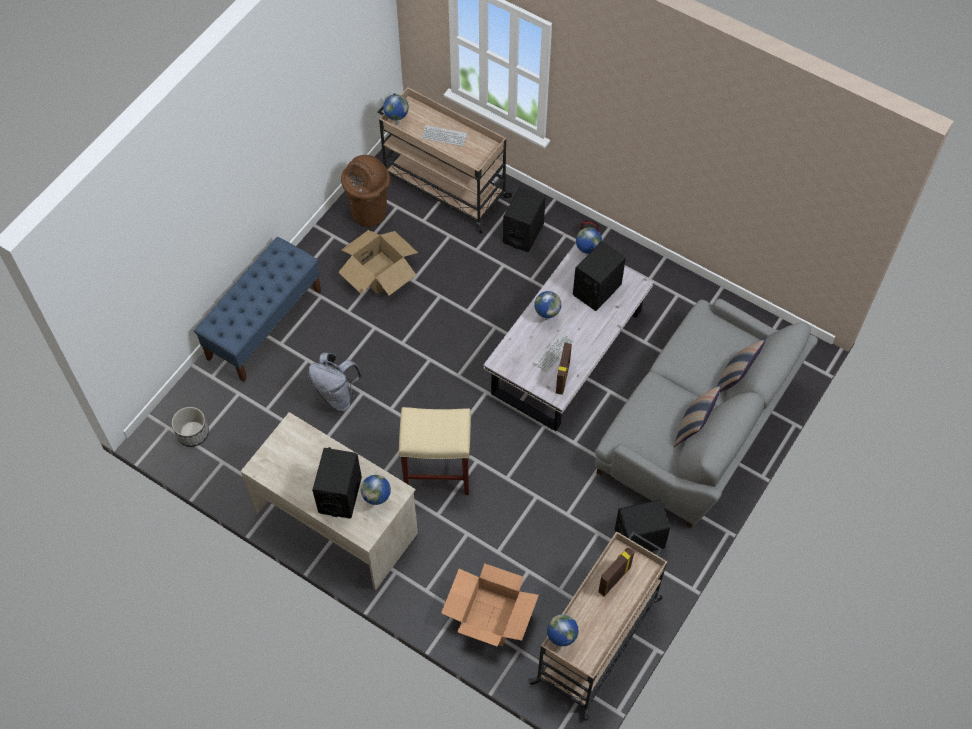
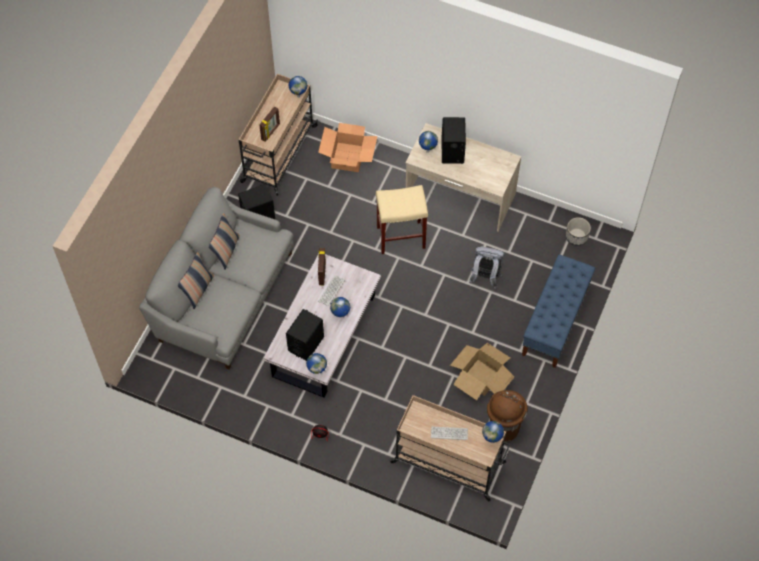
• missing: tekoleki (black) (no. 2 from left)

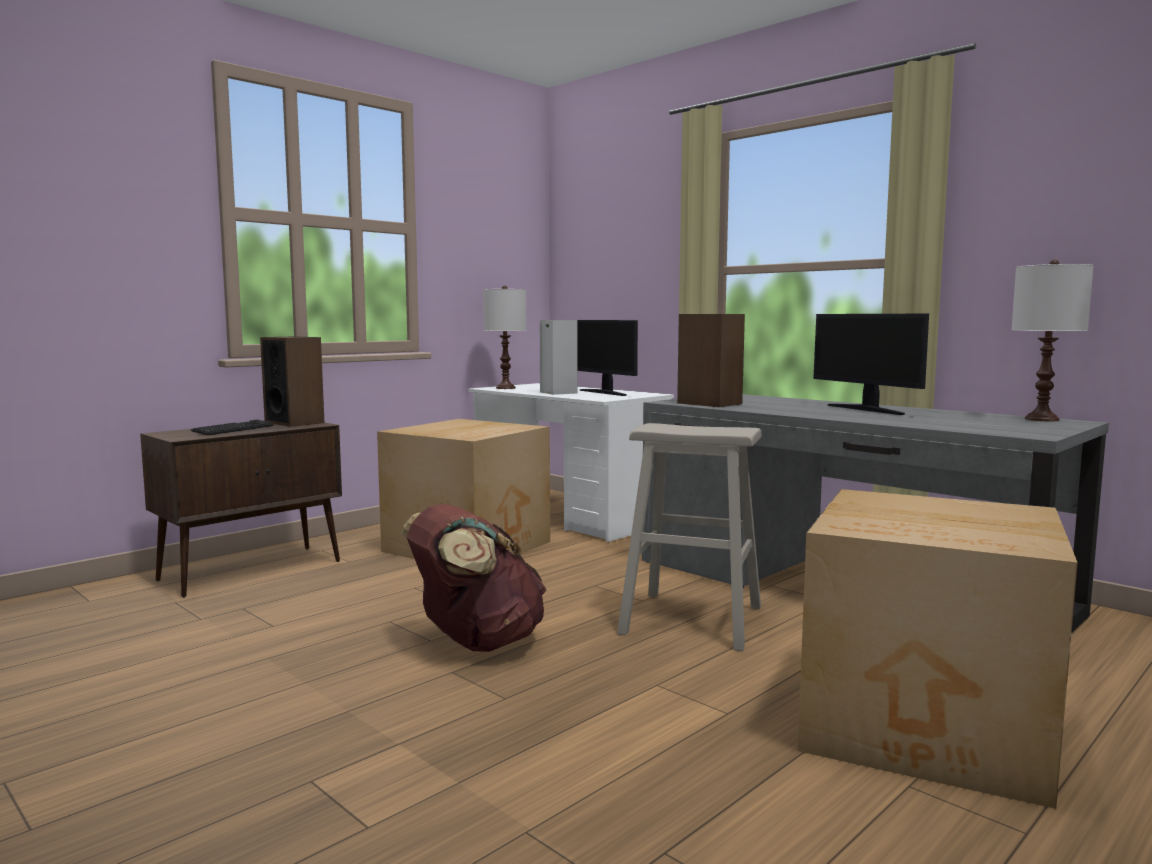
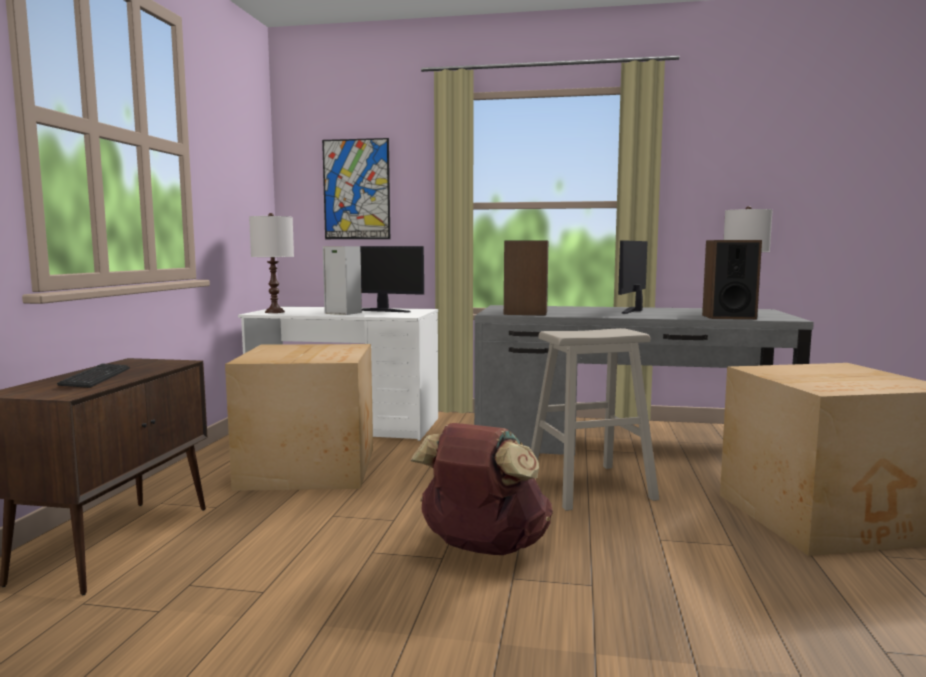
• relocated: tekoleki (no. 1 from left in the first image) to tekoleki (no. 3 from left)
• spun: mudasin (no. 2 from left) 90 degrees clockwise
• appeared: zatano

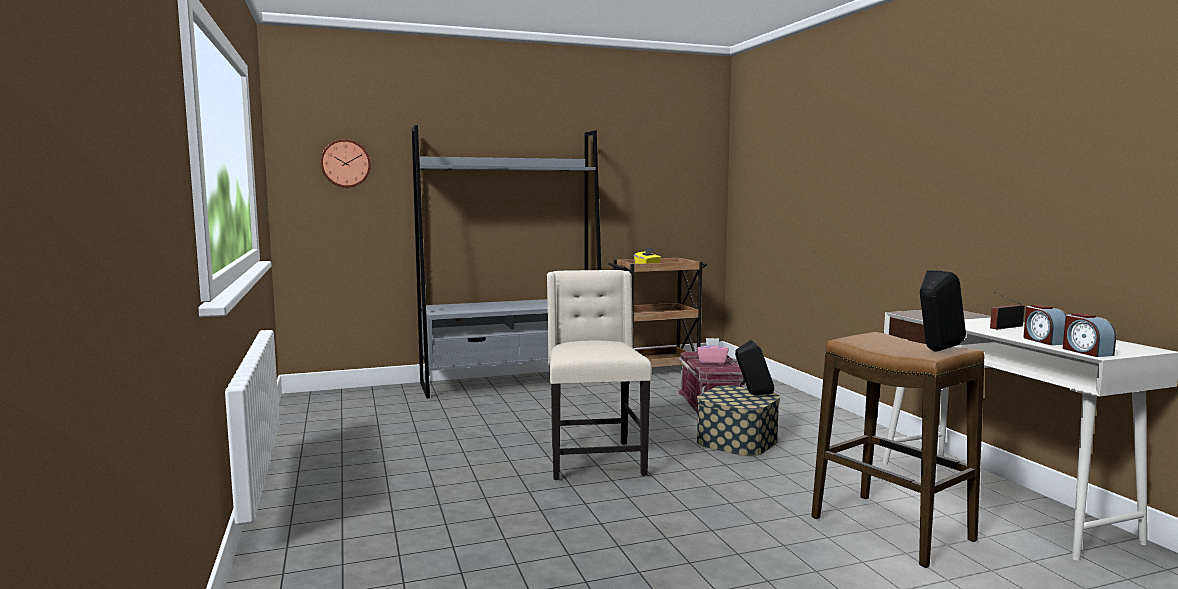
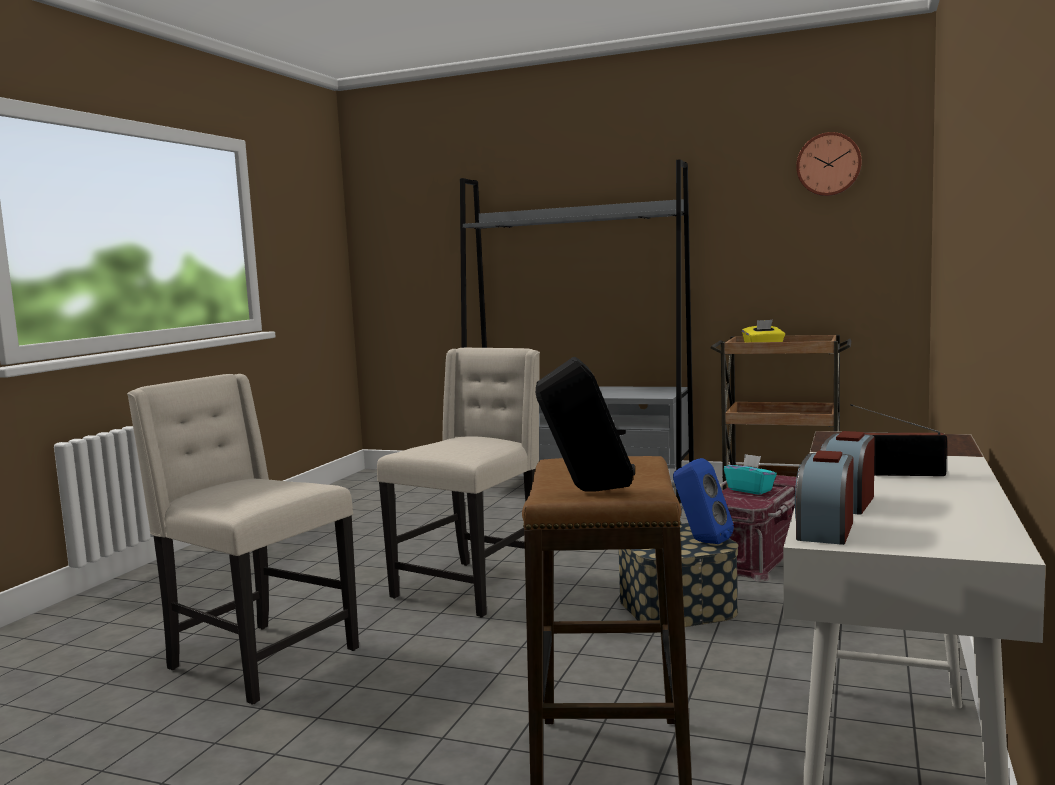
• relocated: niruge
• colour: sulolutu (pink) to sulolutu (turquoise)
• colour: tekoleki (black) (no. 1 from left) to tekoleki (blue)
• appeared: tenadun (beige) (no. 1 from left)

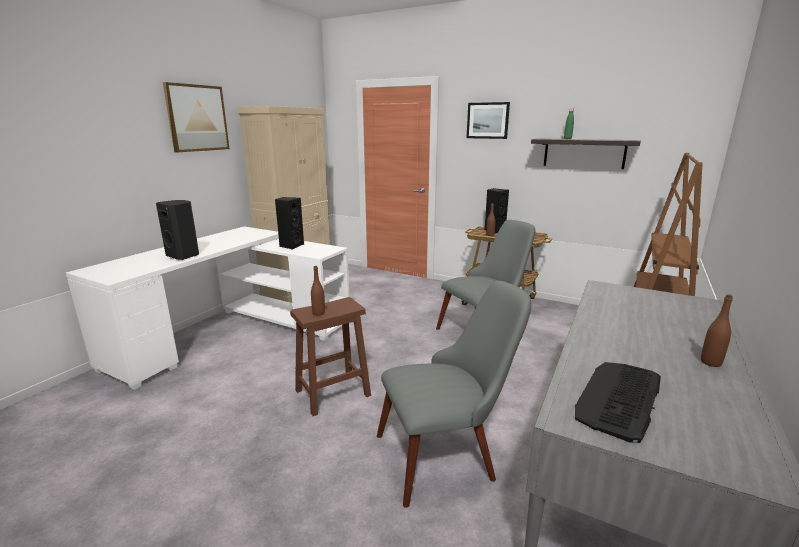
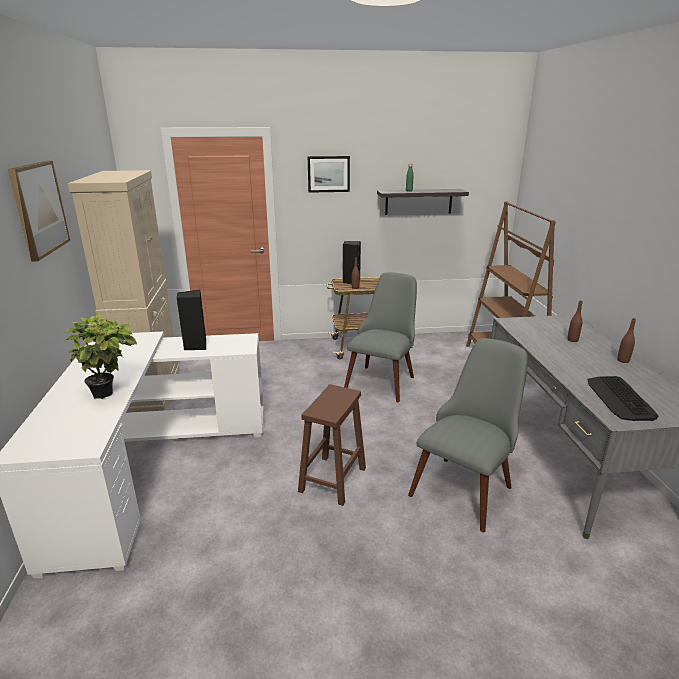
• exchanged: tekoleki (black) (no. 1 from left) to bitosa
• relocated: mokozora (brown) (no. 1 from left in the first image) to mokozora (brown) (no. 2 from left)

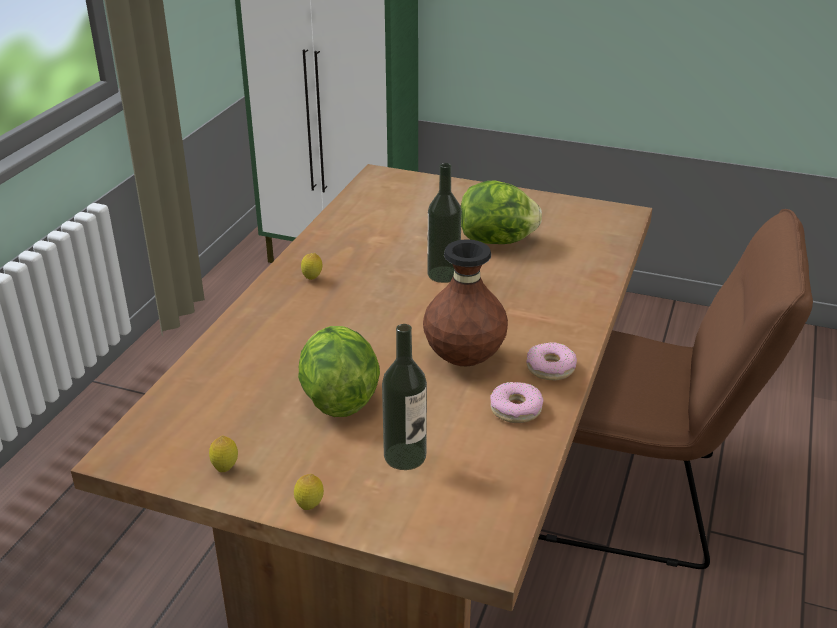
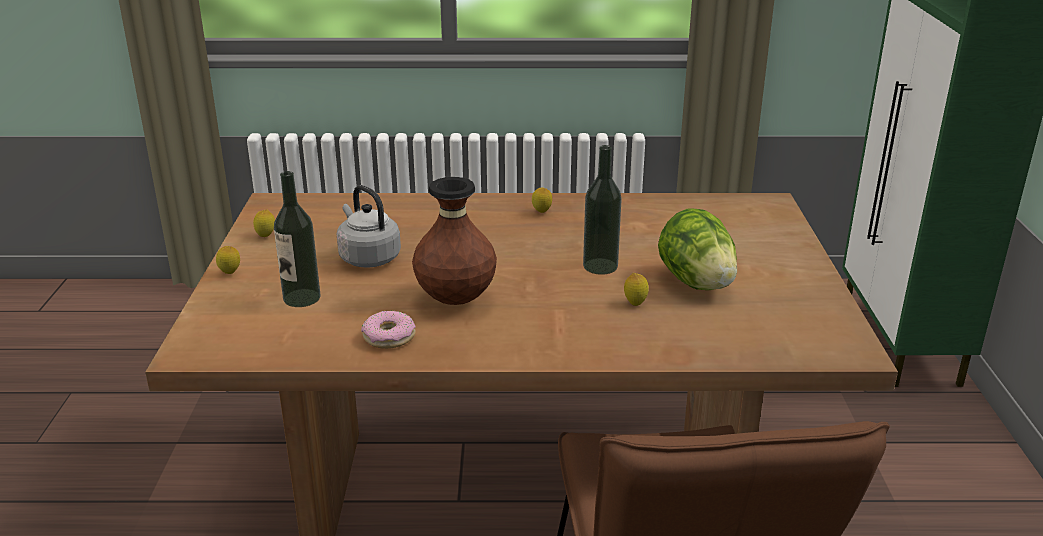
• exchanged: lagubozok (no. 1 from left) to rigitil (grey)
• missing: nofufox (no. 2 from left)
• appeared: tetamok (no. 4 from left)

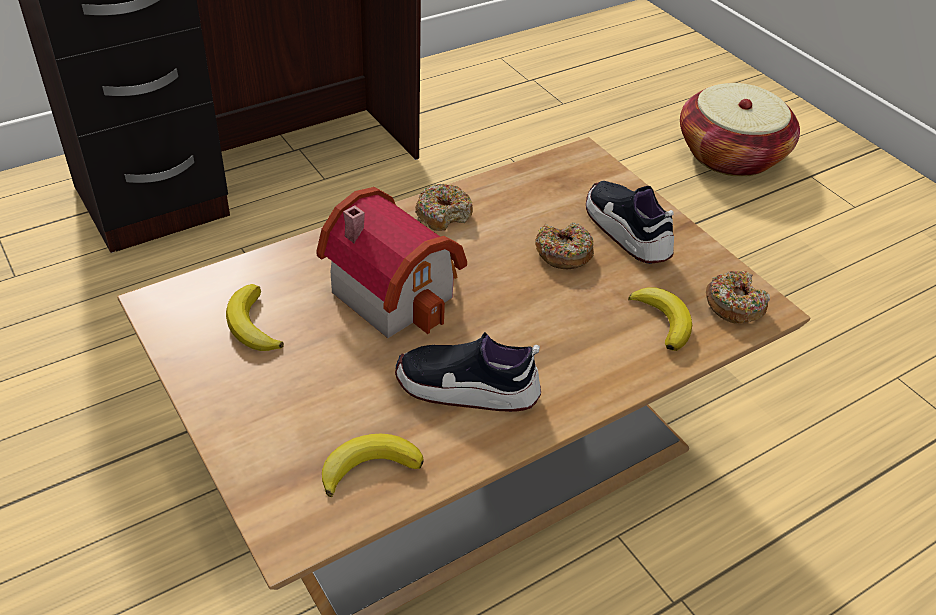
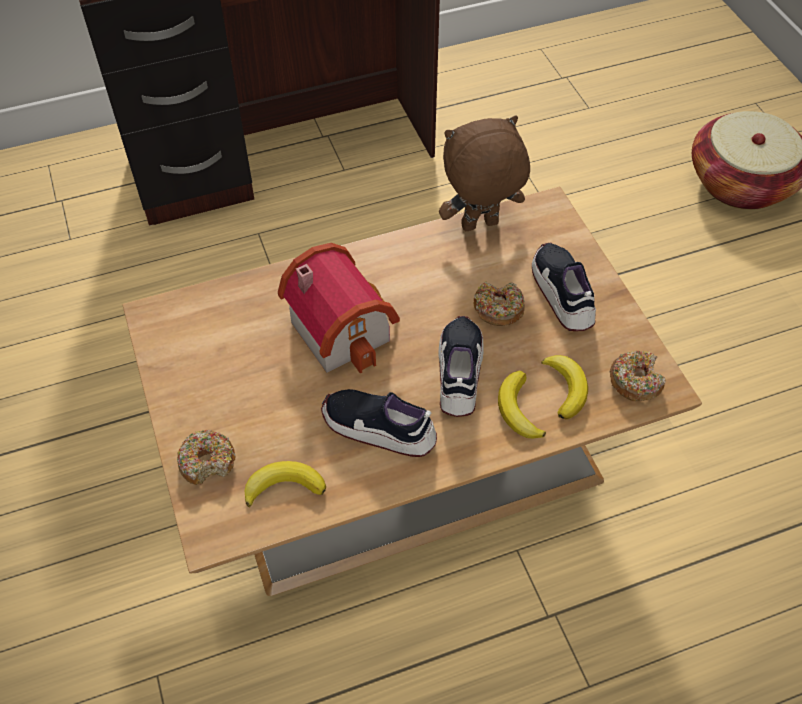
• relocated: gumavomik (no. 1 from left in the first image) to gumavomik (no. 2 from left)
• relocated: nofufox (no. 1 from left)
• appeared: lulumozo (no. 2 from left)
• appeared: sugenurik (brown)

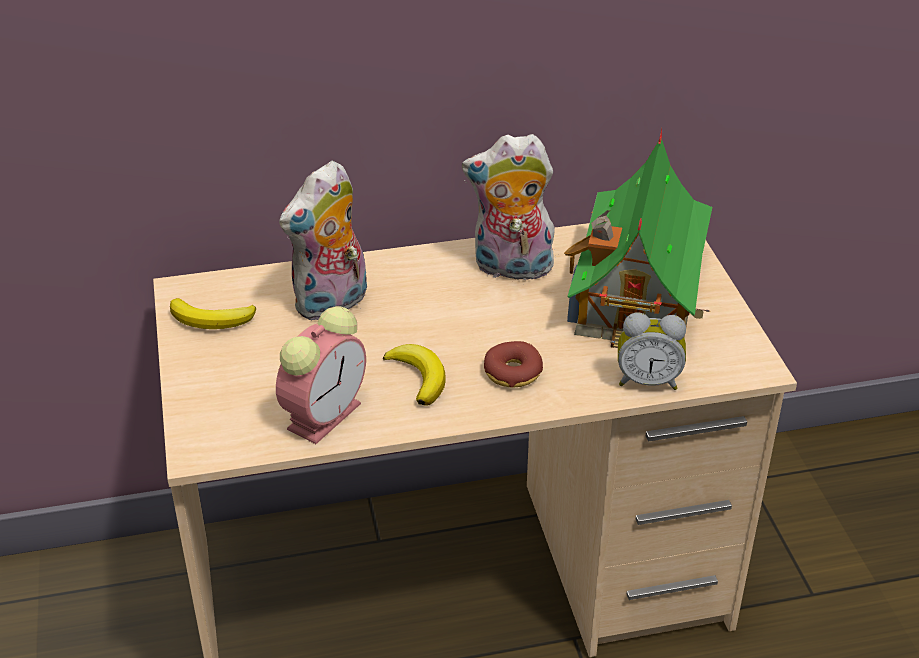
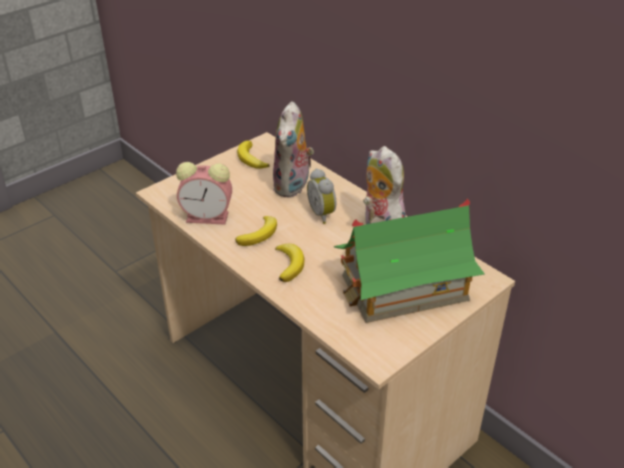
• spun: sugenurik (no. 1 from left) 90 degrees counterclockwise
• exchanged: nofufox to gumavomik (no. 3 from left)
• relocated: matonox (no. 2 from left)

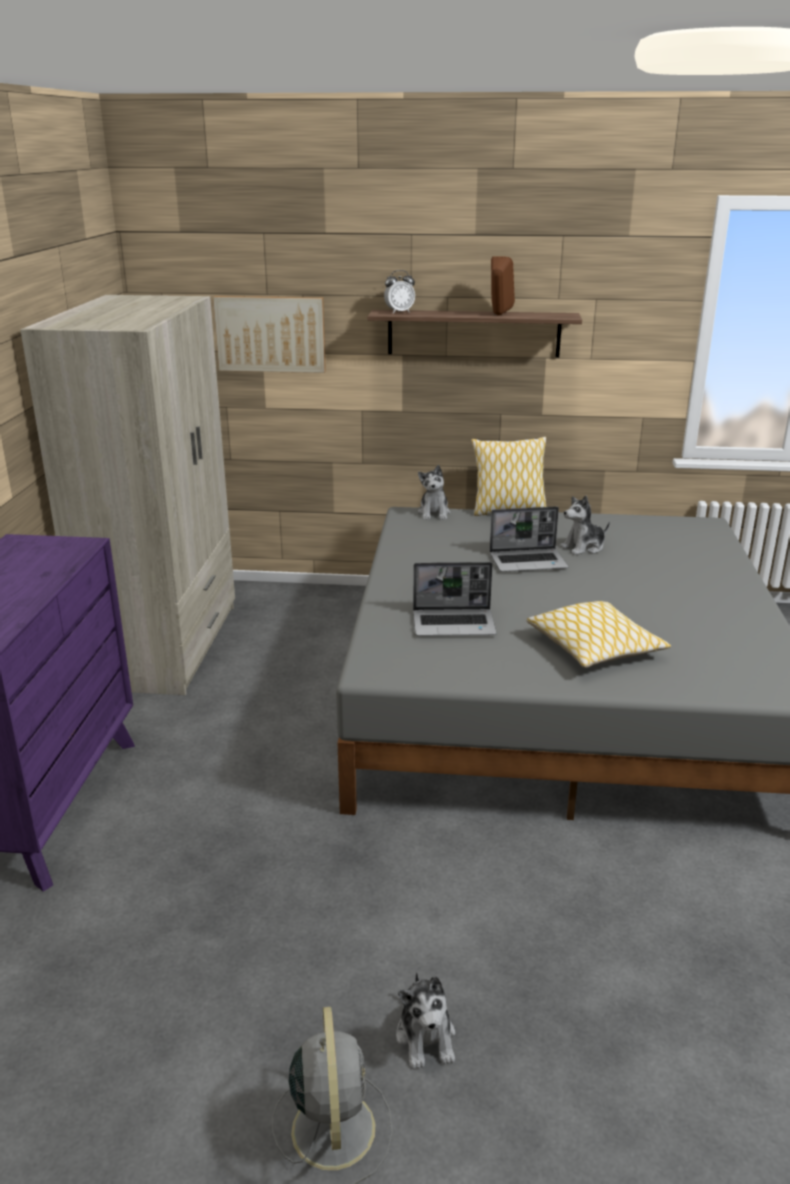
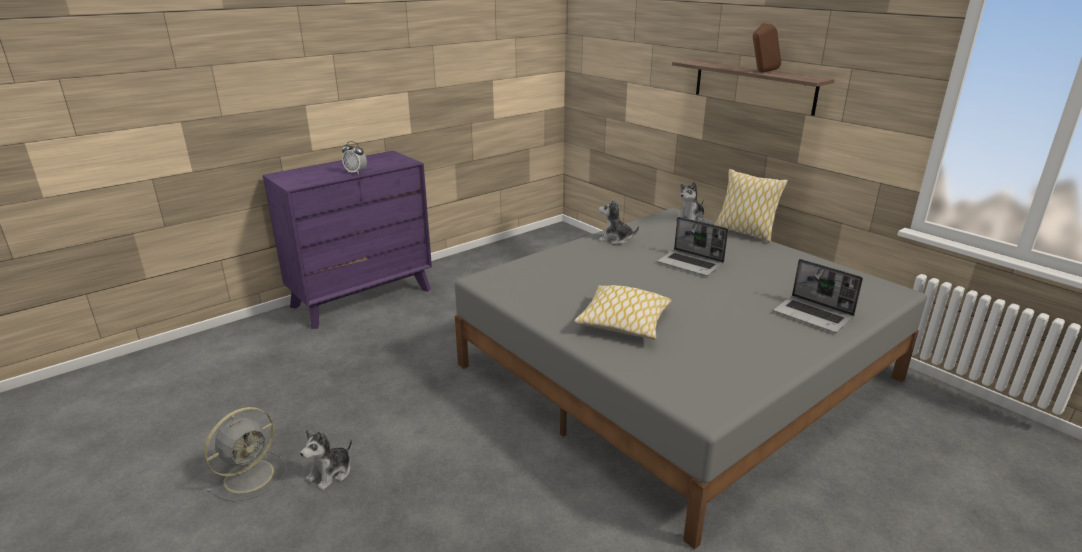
• missing: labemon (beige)
• missing: zatano
• relocated: matonox
• relocated: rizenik (no. 1 from left in the first image) to rizenik (no. 2 from left)
• relocated: sugenurik (no. 3 from left in the first image) to sugenurik (no. 2 from left)

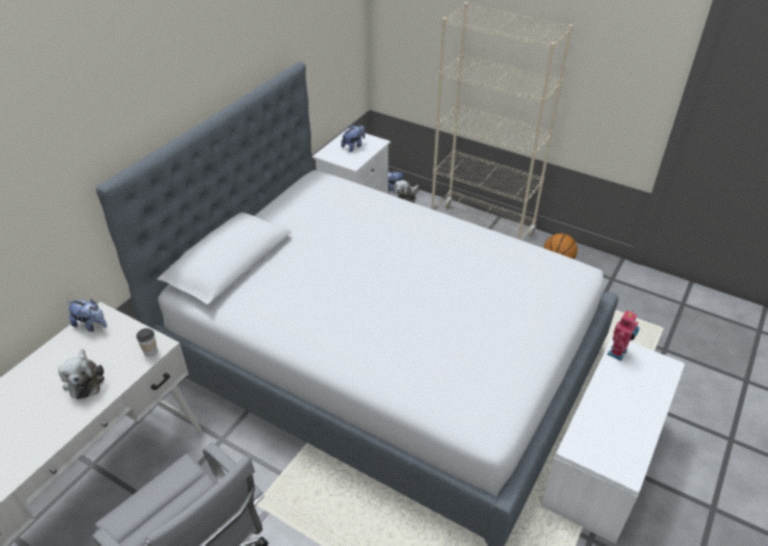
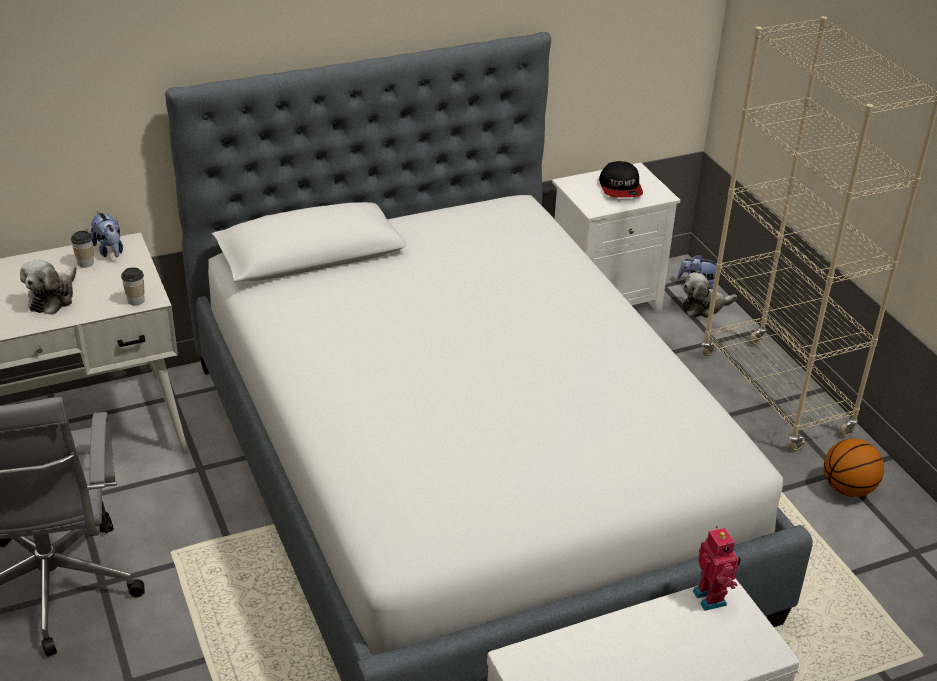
• exchanged: sugenurik (no. 3 from left) to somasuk
• spun: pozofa 90 degrees counterclockwise
• appeared: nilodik (no. 1 from left)

